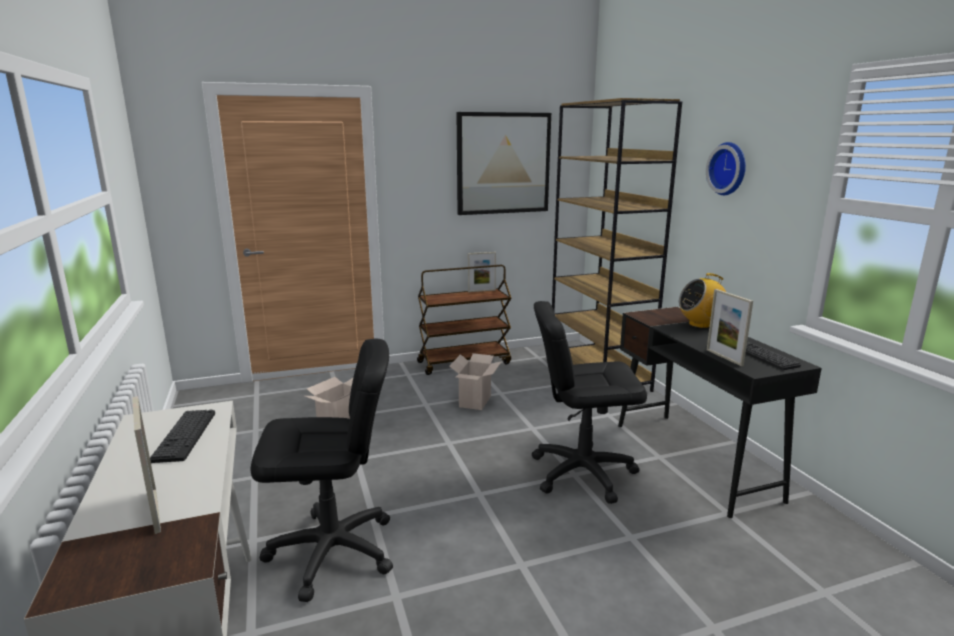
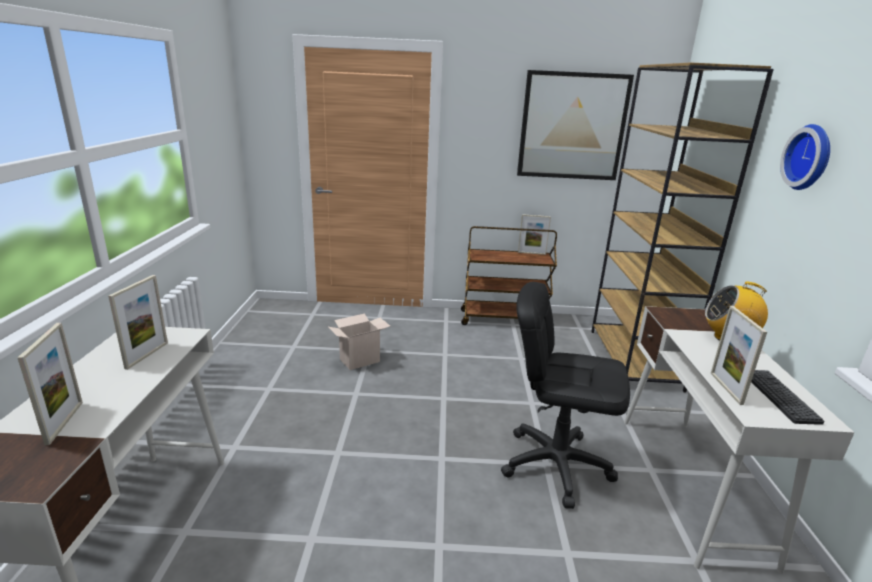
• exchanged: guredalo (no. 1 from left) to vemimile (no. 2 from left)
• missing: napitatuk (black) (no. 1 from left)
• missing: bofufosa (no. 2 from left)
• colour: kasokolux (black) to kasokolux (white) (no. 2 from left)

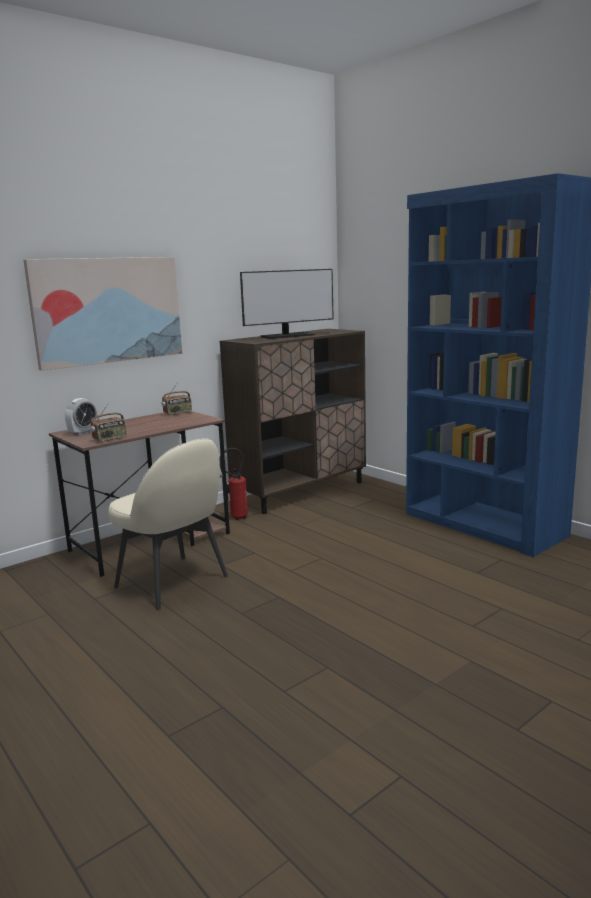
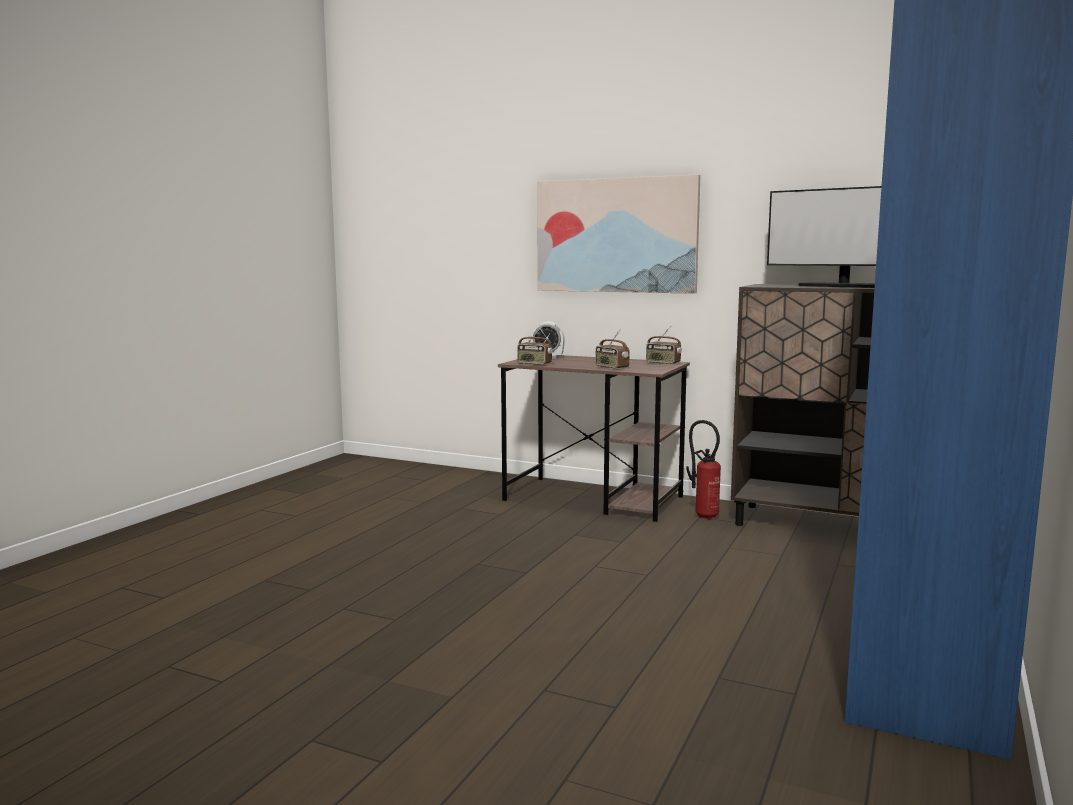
• missing: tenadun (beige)
• appeared: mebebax (no. 2 from left)

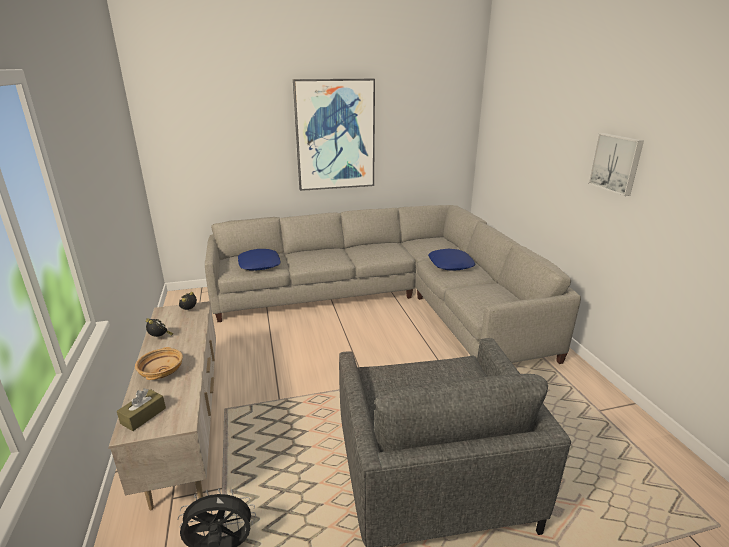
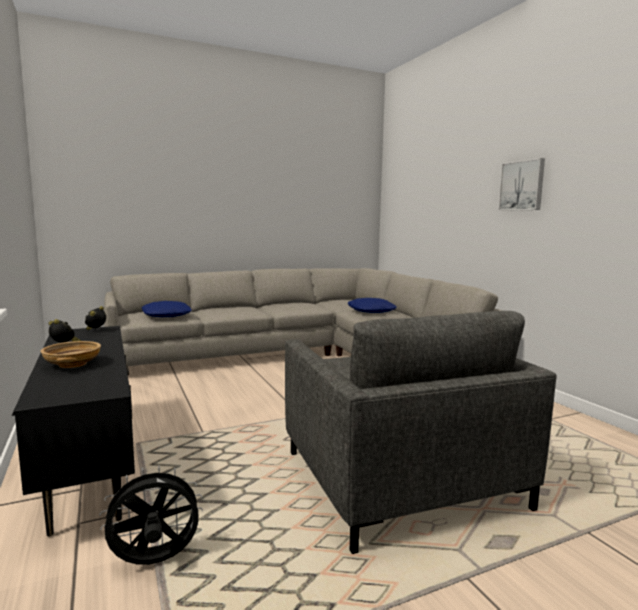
• colour: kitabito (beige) to kitabito (black)
• missing: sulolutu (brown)
• missing: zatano (no. 1 from left)

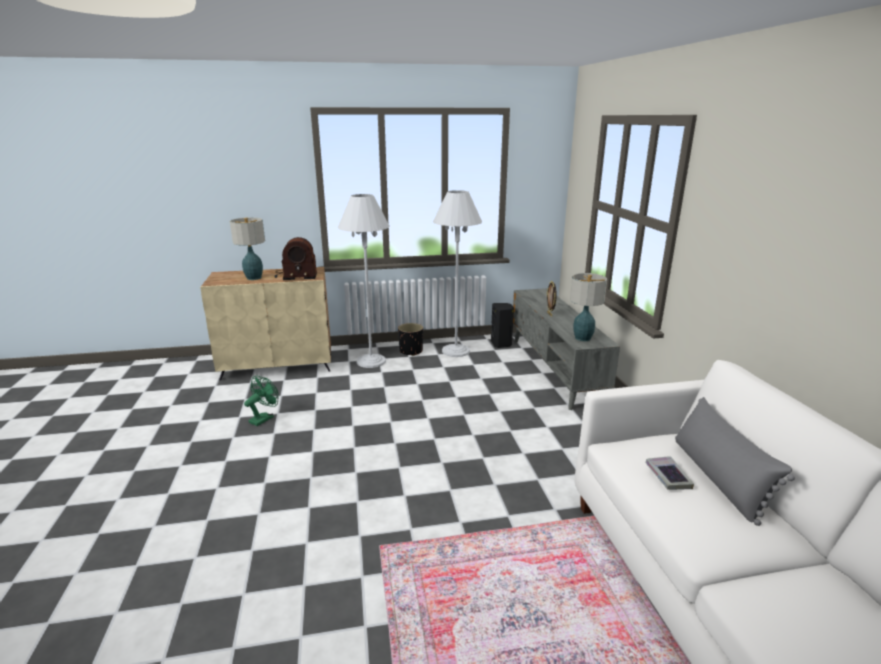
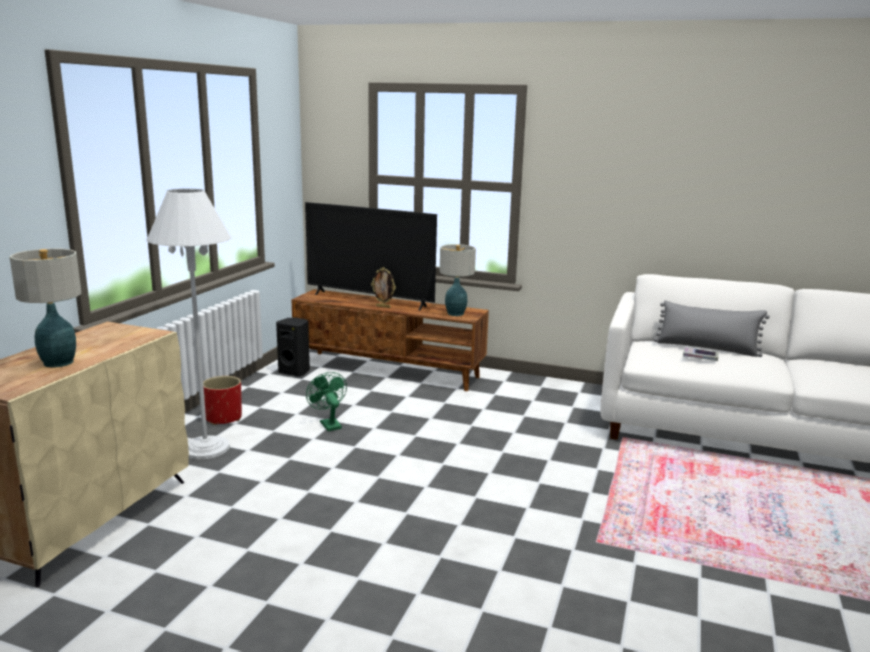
• relocated: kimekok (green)
• missing: mebebax
• colour: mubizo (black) to mubizo (red)
• missing: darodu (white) (no. 2 from left)
• colour: kitabito (grey) to kitabito (brown)
• appeared: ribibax

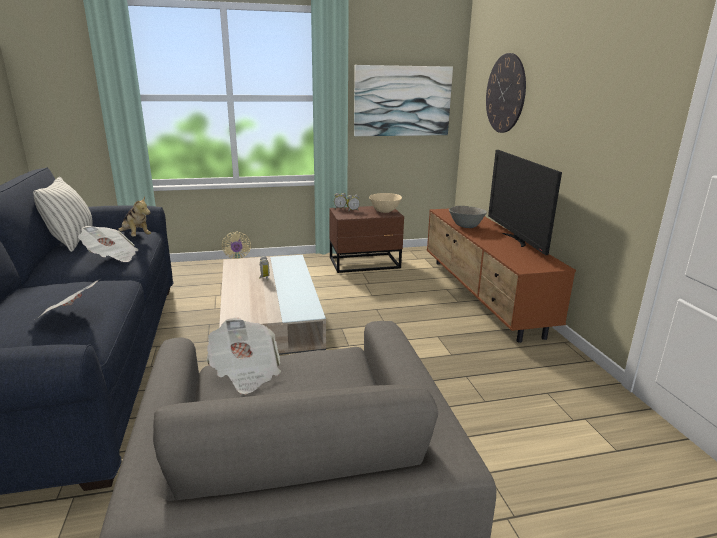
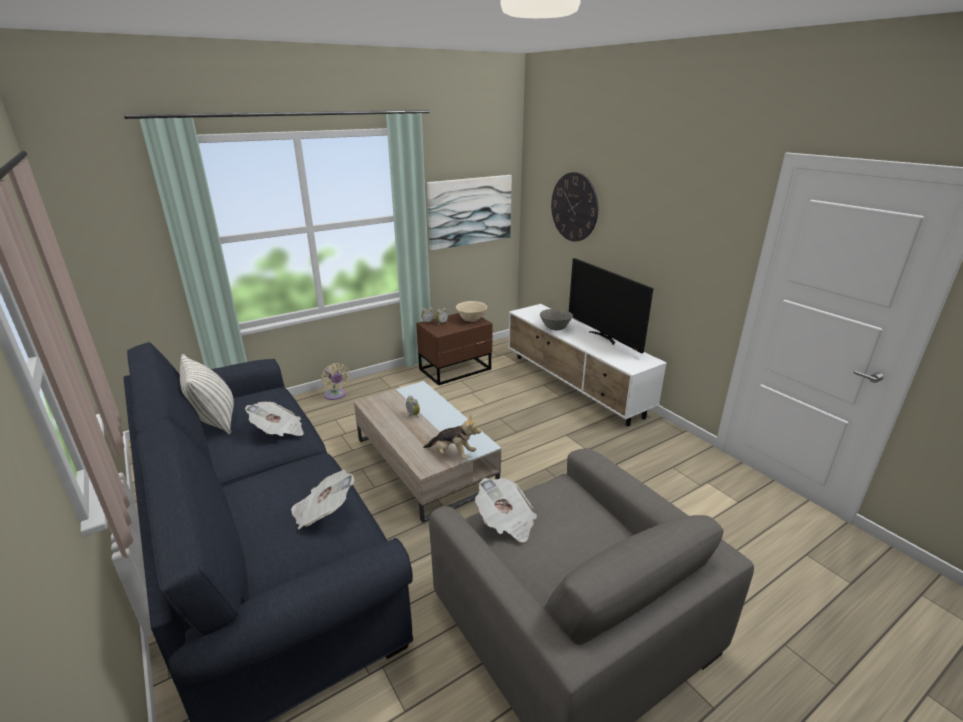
• relocated: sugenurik
• colour: kitabito (brown) to kitabito (white)

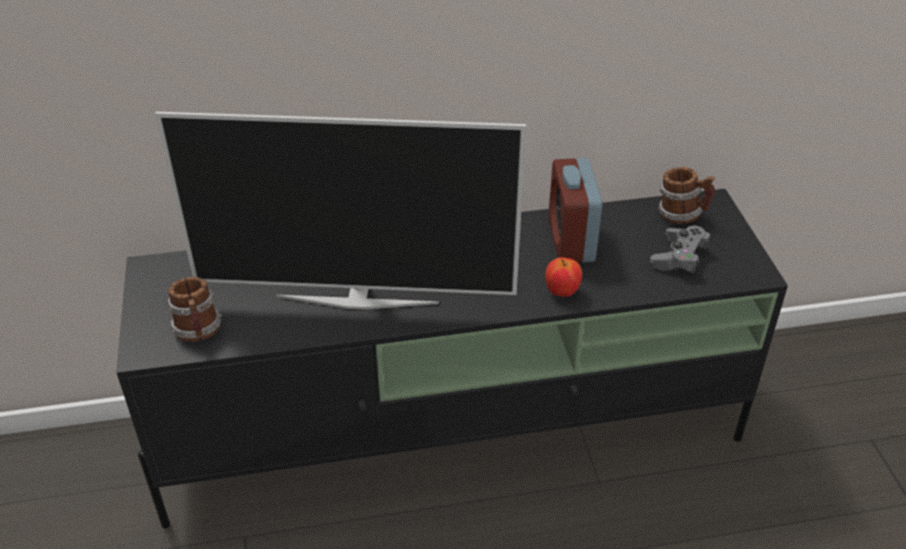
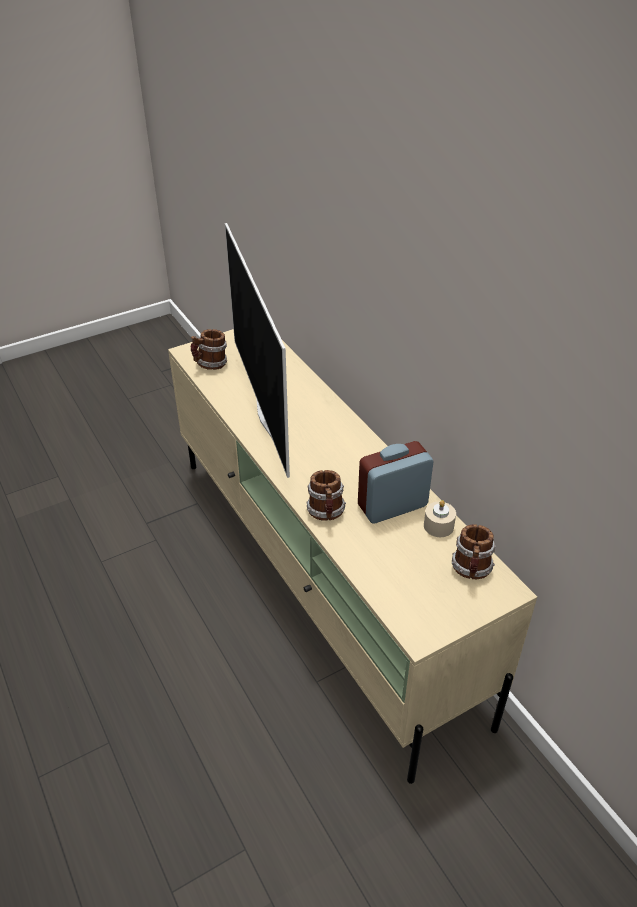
• colour: kitabito (black) to kitabito (beige)
• exchanged: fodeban to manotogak (no. 2 from left)
• missing: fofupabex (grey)
• appeared: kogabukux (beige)

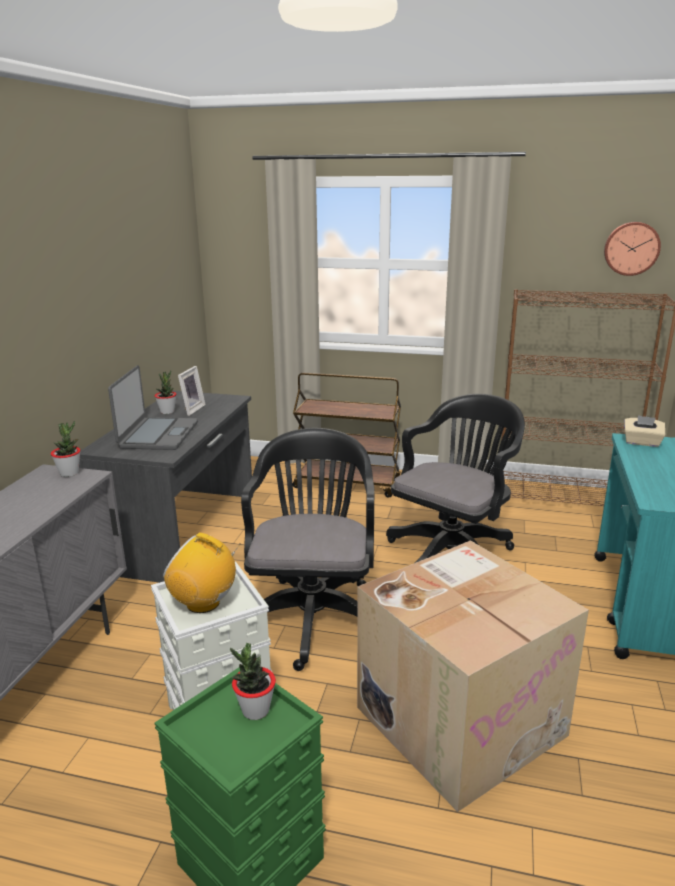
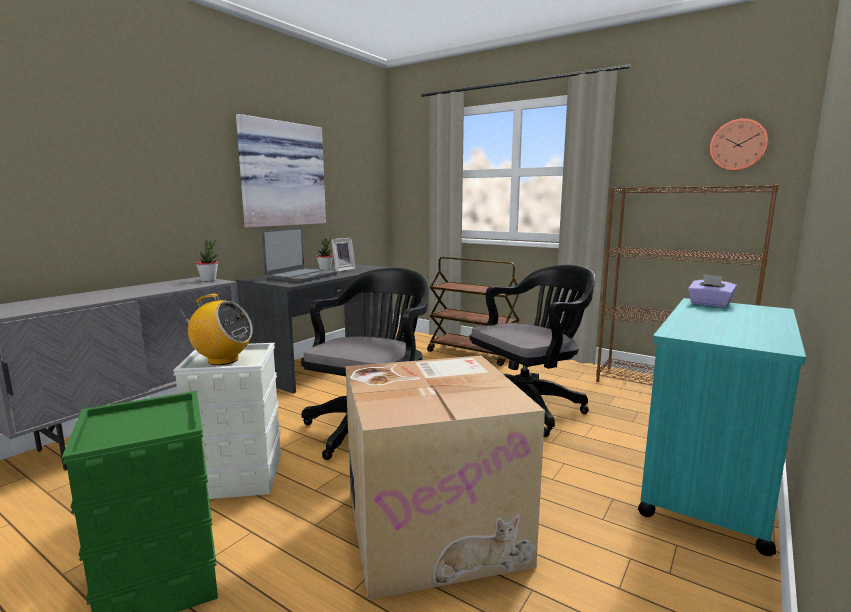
• spun: mebebax 150 degrees clockwise
• missing: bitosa (no. 3 from left)
• colour: sulolutu (beige) to sulolutu (purple)
• appeared: zatano

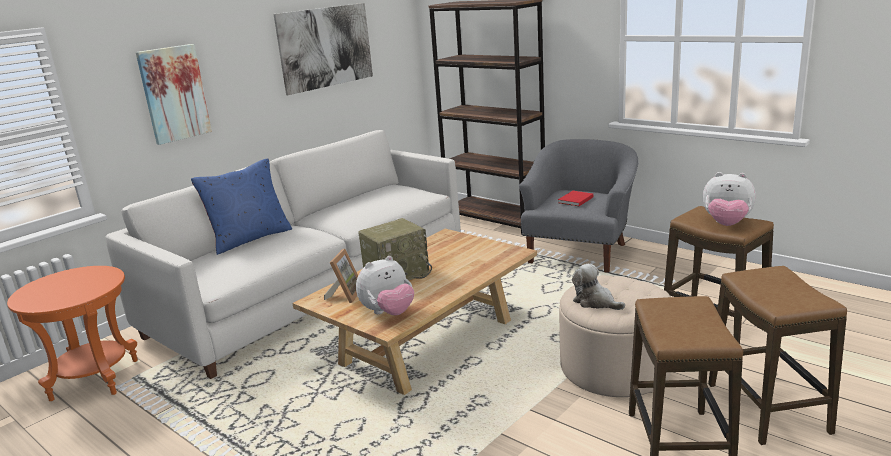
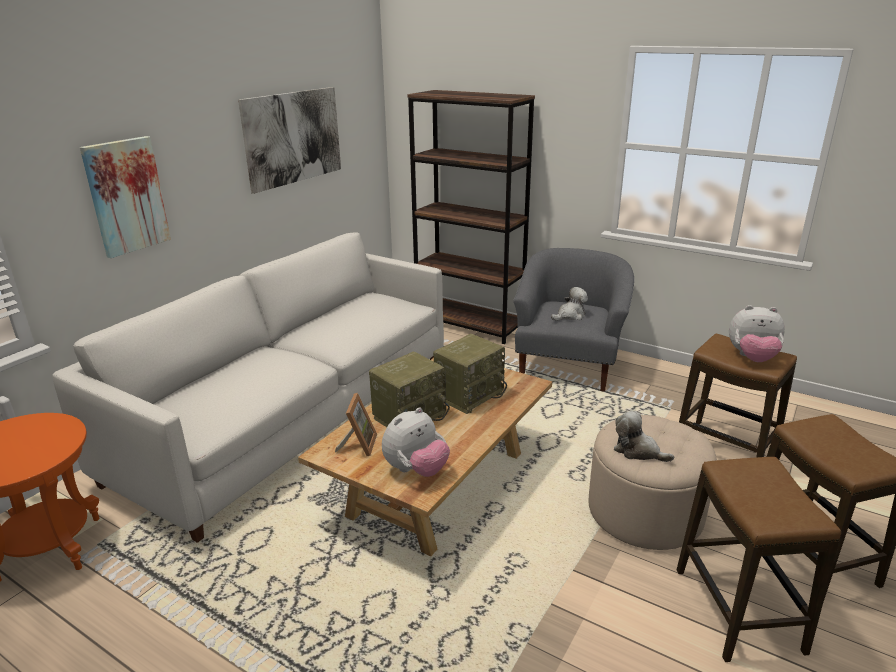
• missing: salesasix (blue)
• exchanged: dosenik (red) to sugenurik (no. 2 from left)
• appeared: mebebax (no. 2 from left)

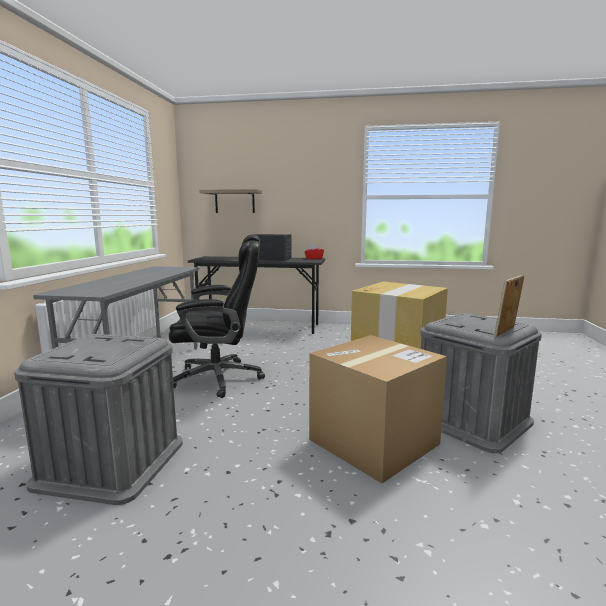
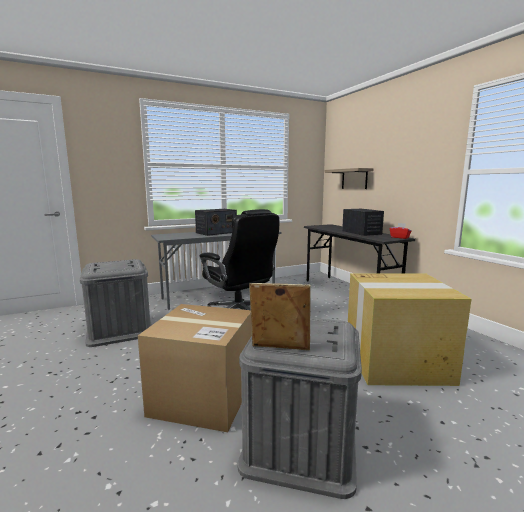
• appeared: mebebax (no. 1 from left)

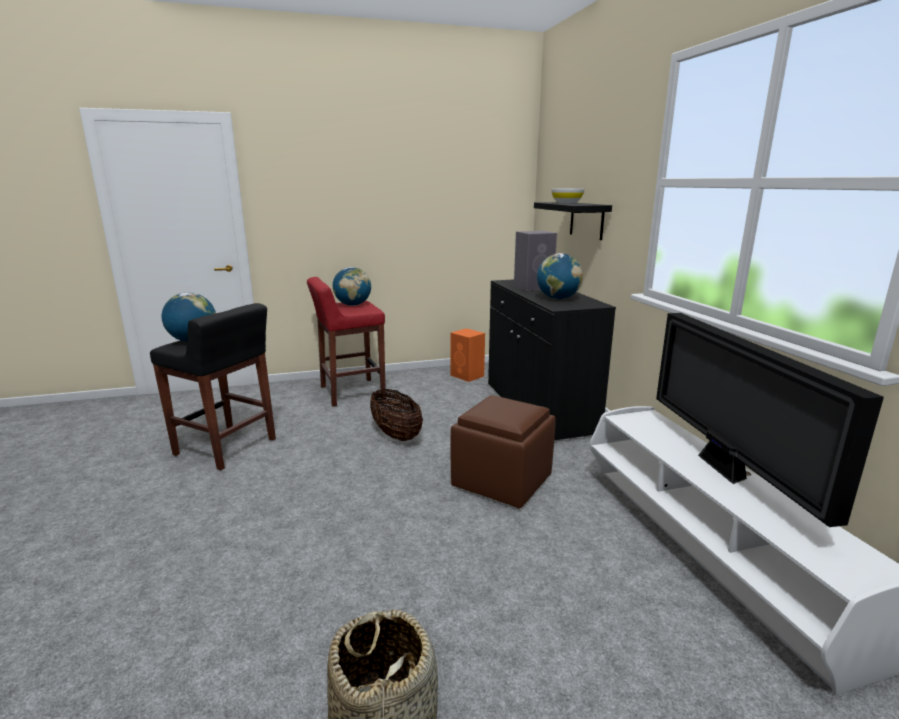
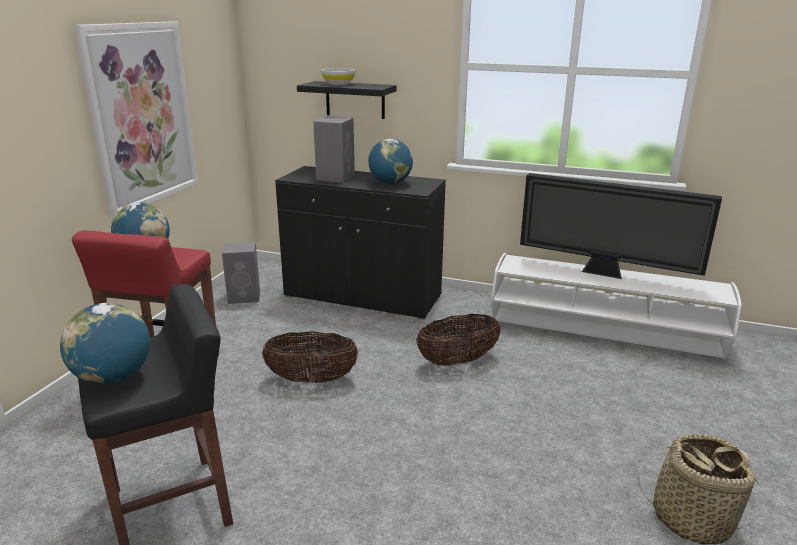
• colour: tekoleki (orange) to tekoleki (grey) (no. 1 from left)
• exchanged: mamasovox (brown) to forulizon (no. 2 from left)
• appeared: zatano

